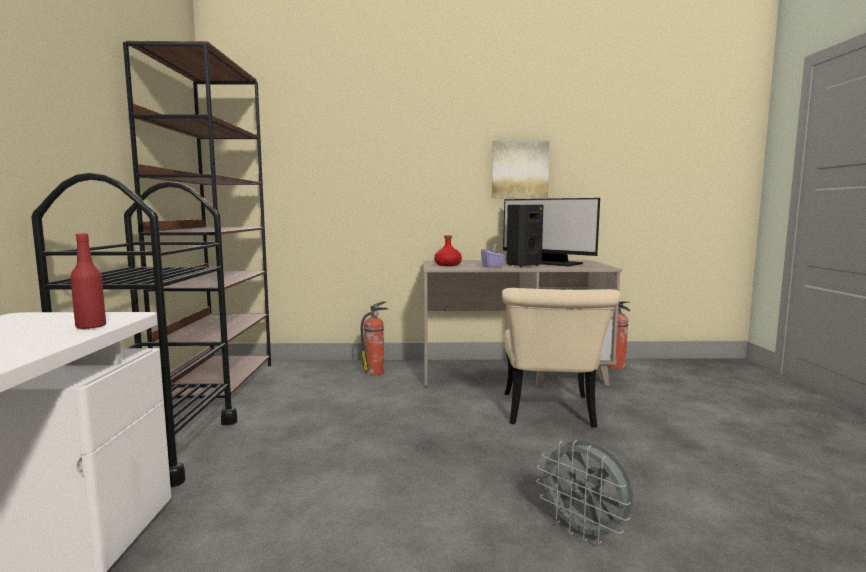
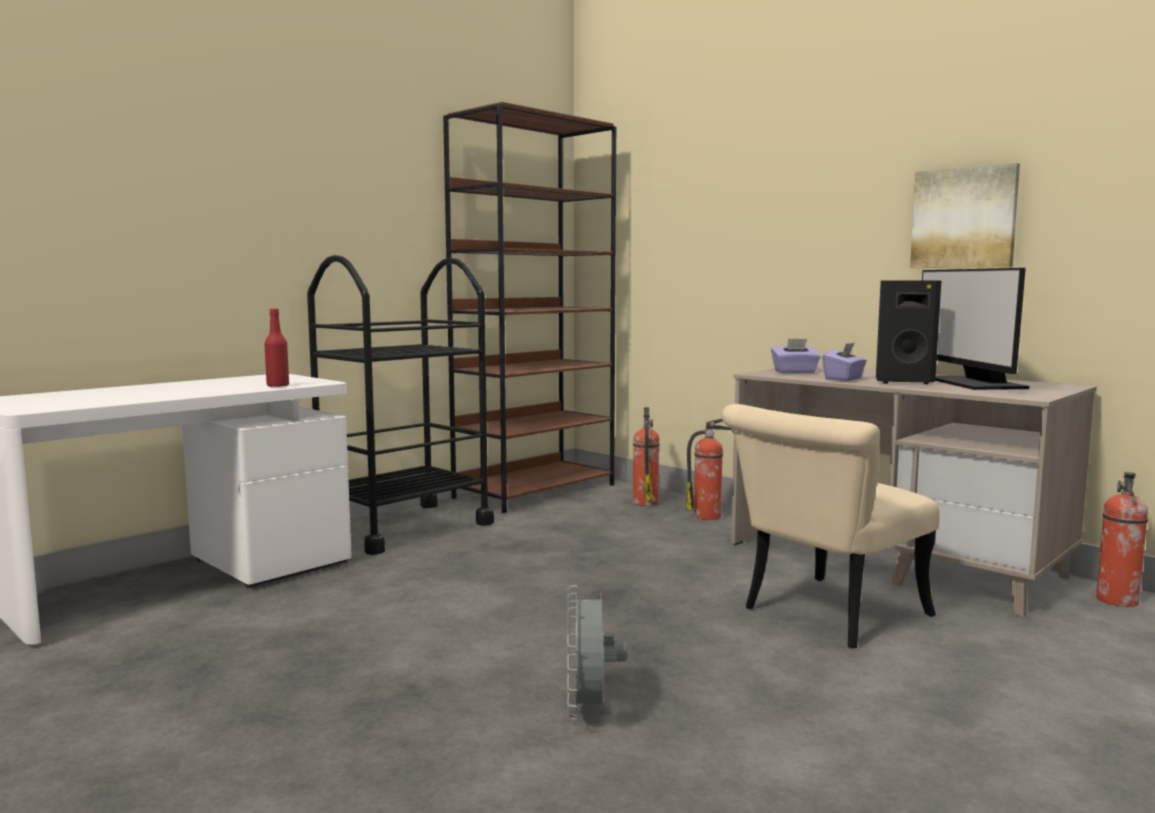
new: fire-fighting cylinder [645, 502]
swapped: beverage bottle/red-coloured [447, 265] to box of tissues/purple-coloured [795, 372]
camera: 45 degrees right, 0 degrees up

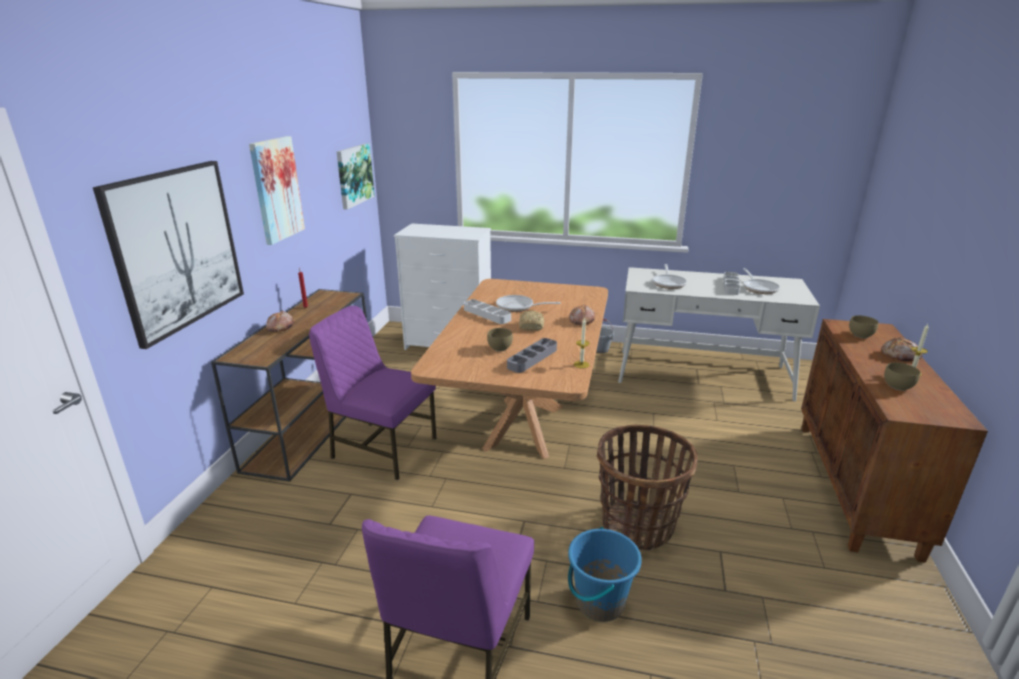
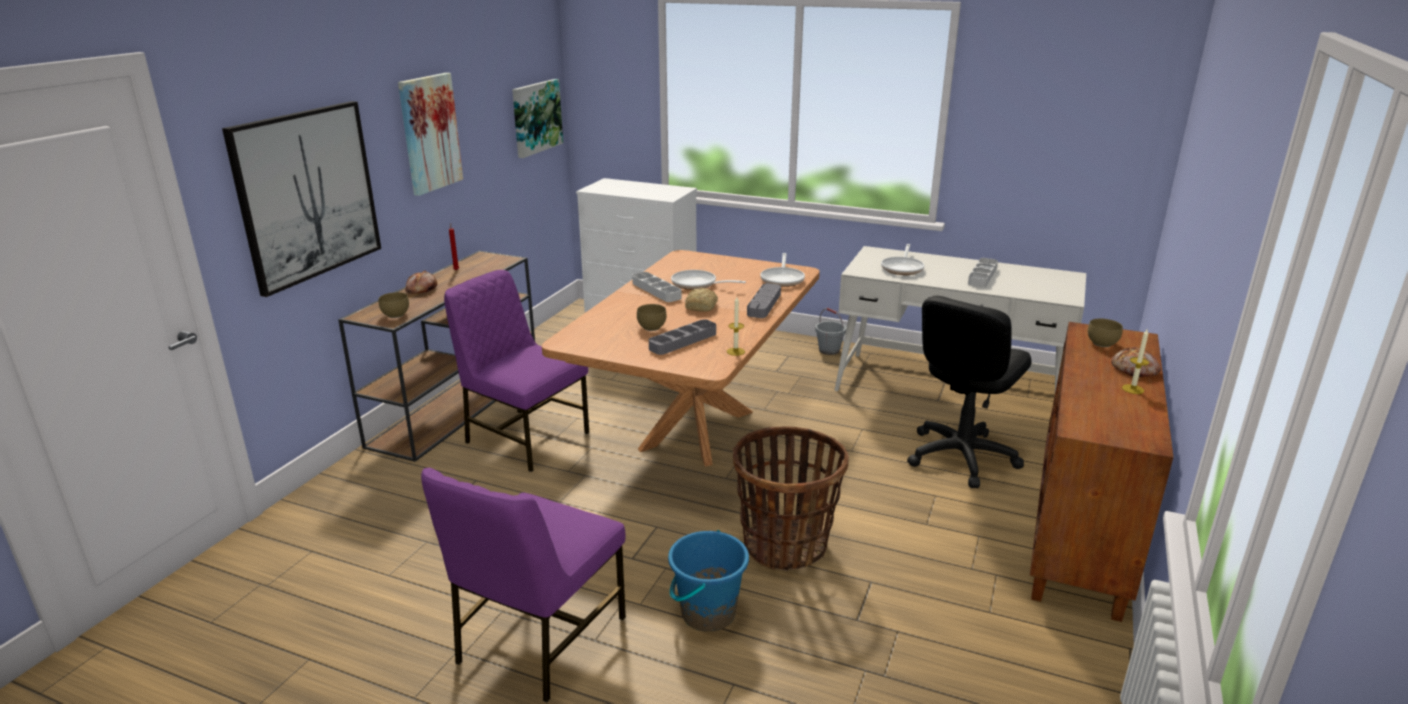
new: desk chair/blackish [960, 457]
shifted: skillet [759, 288] to [782, 279]; bowl/brown-coloured [896, 386] to [394, 315]
swapped: bakery bread [581, 320] to carrying tray/grey [764, 304]
camera: 10 degrees right, 0 degrees up

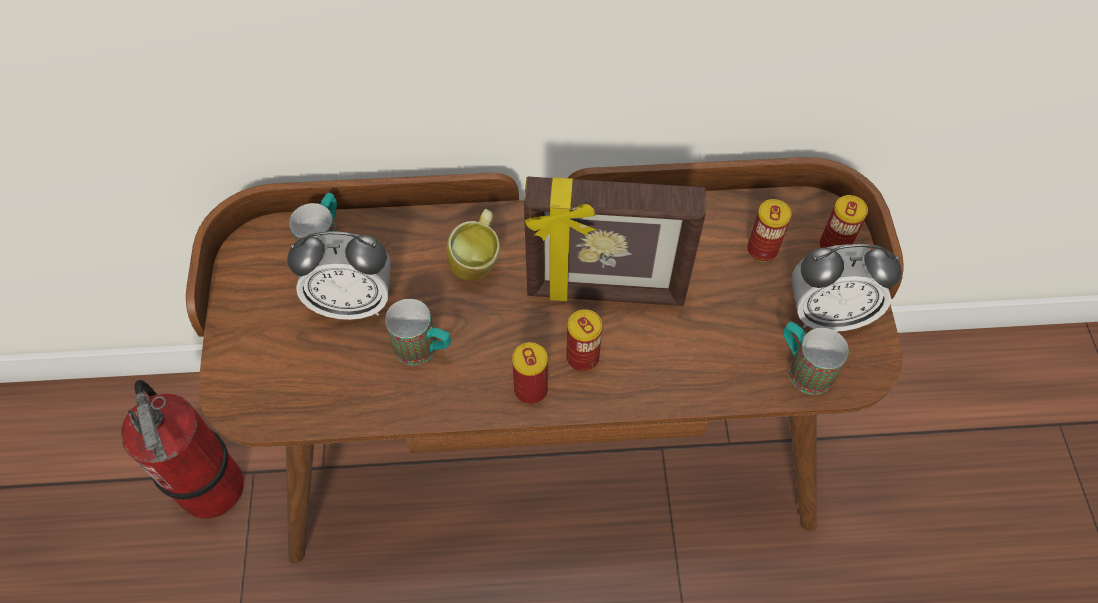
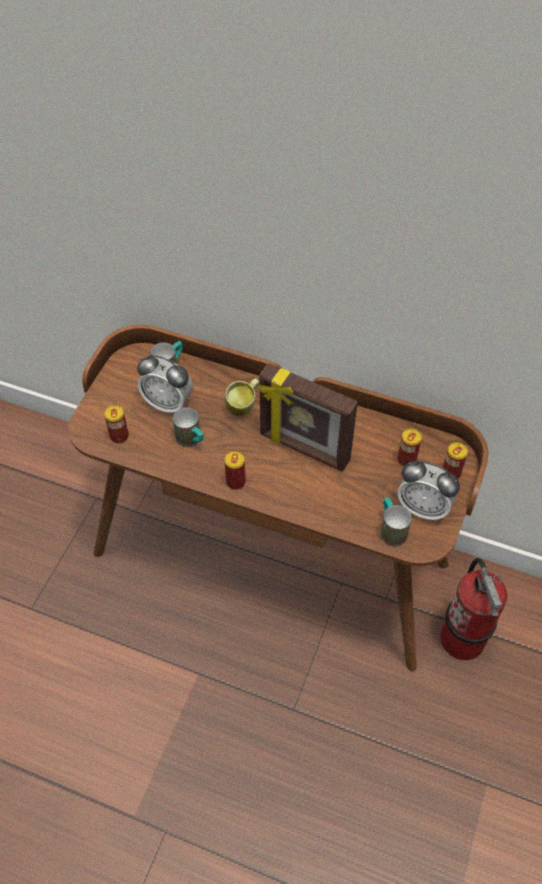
shifted: fire-fighting cylinder [212, 486] to [463, 638]; metal can [582, 357] to [119, 436]
camera: 25 degrees right, 5 degrees down

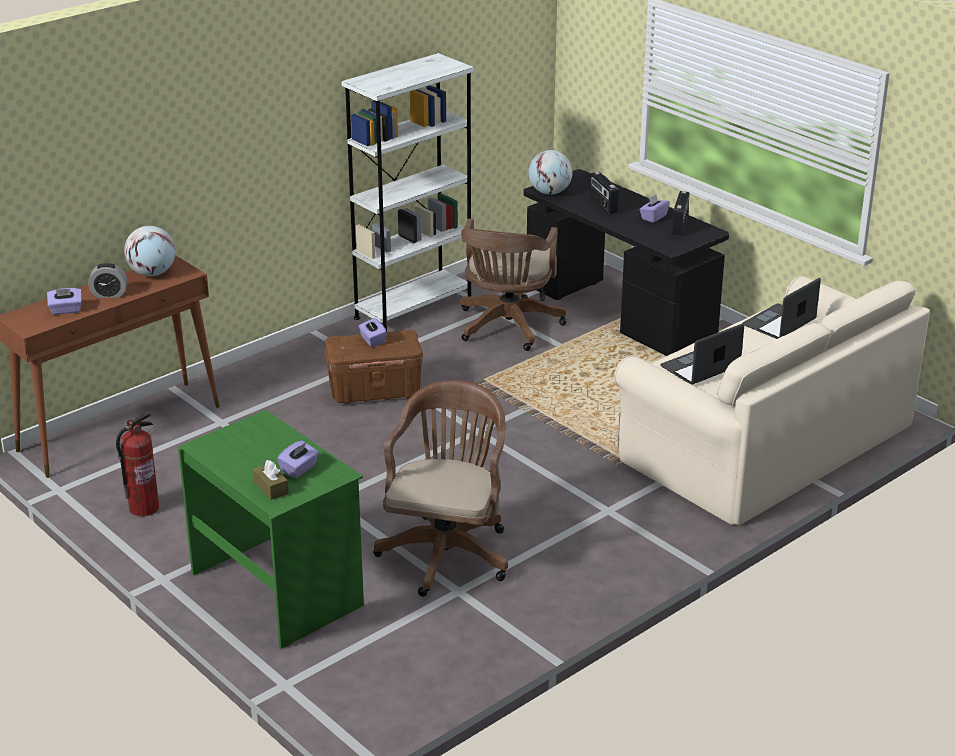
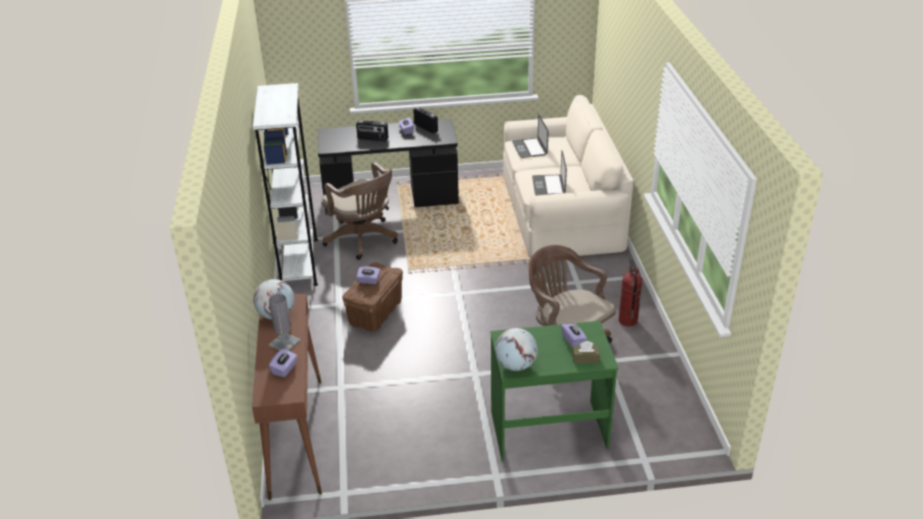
shifted: fire-fighting cylinder [144, 508] to [628, 320]; world globe [550, 192] to [516, 365]
swapped: alarm clock [109, 294] to tabletop lamp/grey [284, 343]
camera: 55 degrees left, 5 degrees up

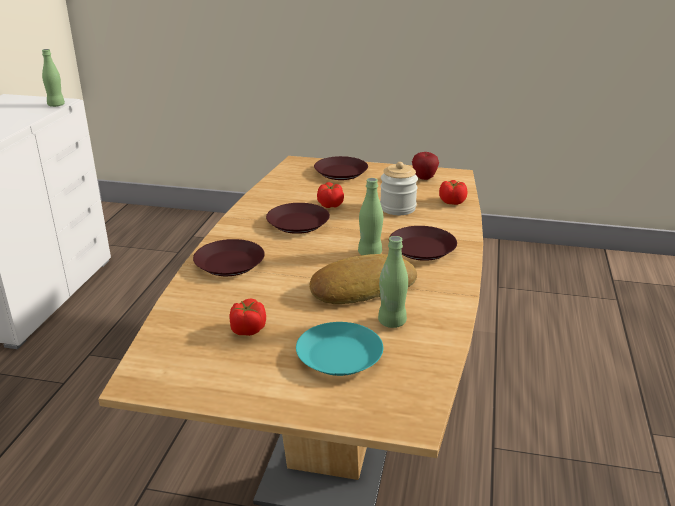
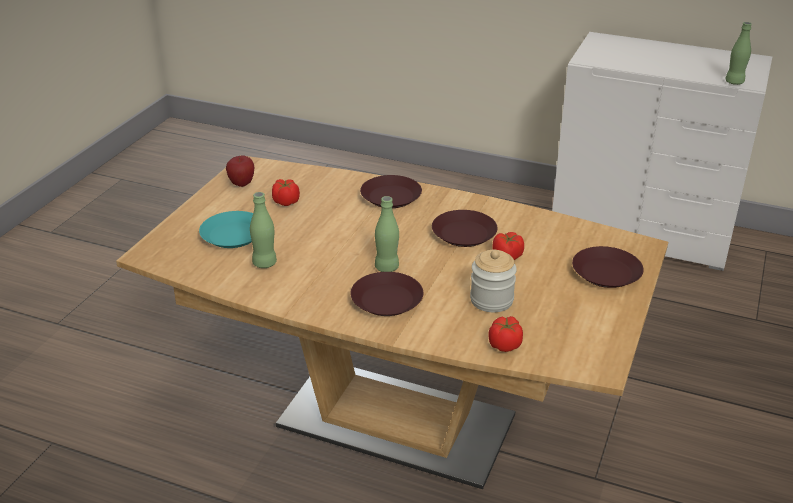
gone: bakery bread [361, 287]
shifted: apple [424, 178] to [242, 184]
camera: 100 degrees right, 5 degrees up

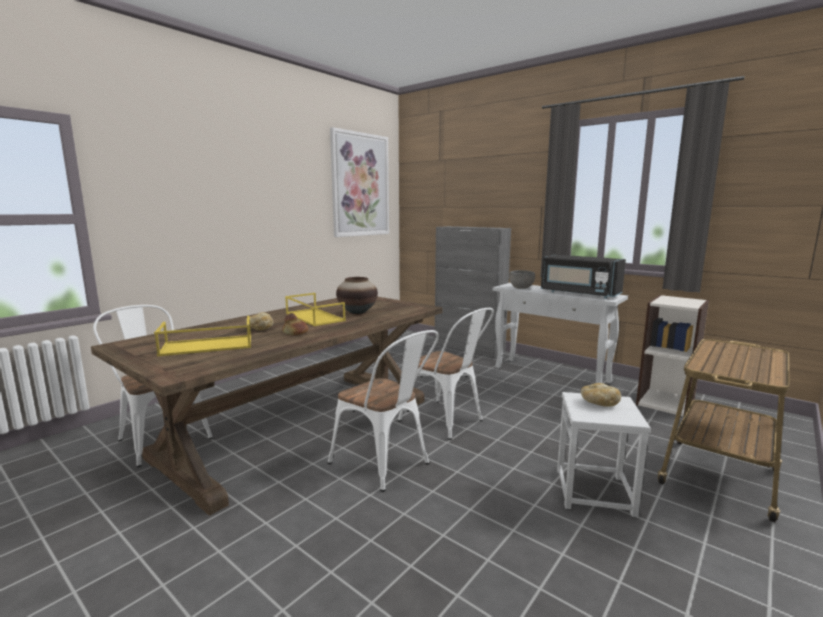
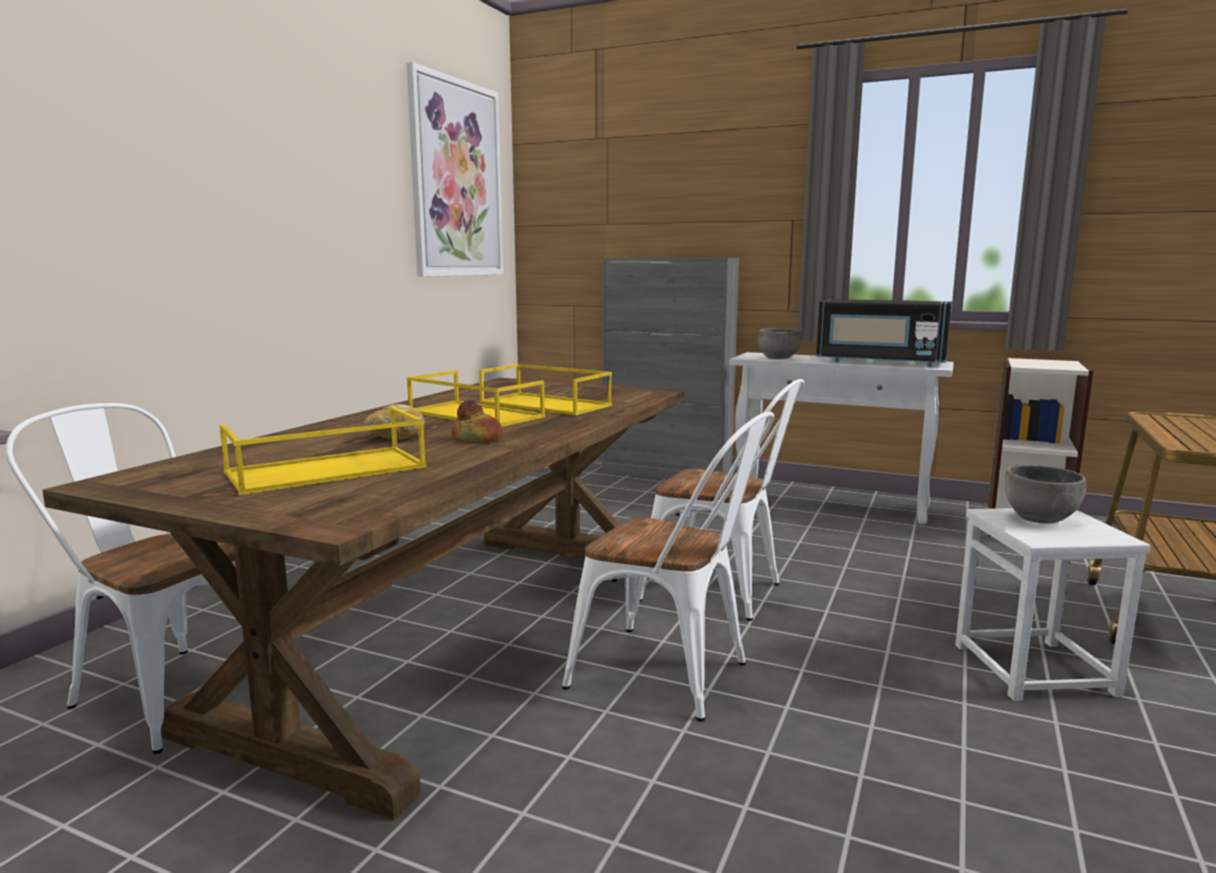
swapped: vase [357, 312] to carrying tray/yellow-coloured [547, 404]; bakery bread [598, 403] to bowl/grey [1039, 519]
camera: 15 degrees left, 0 degrees up

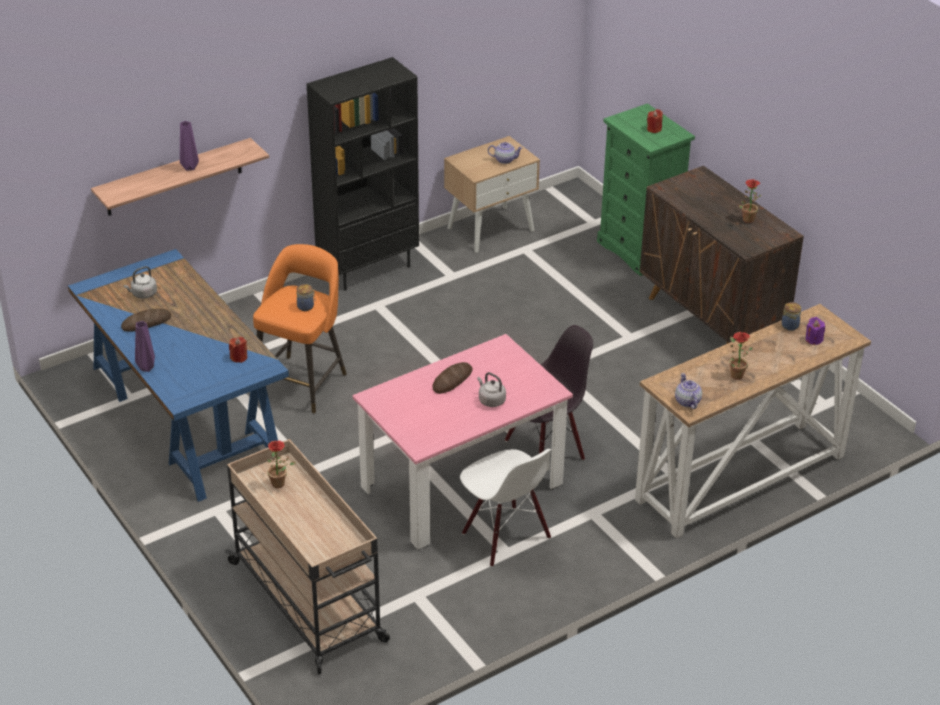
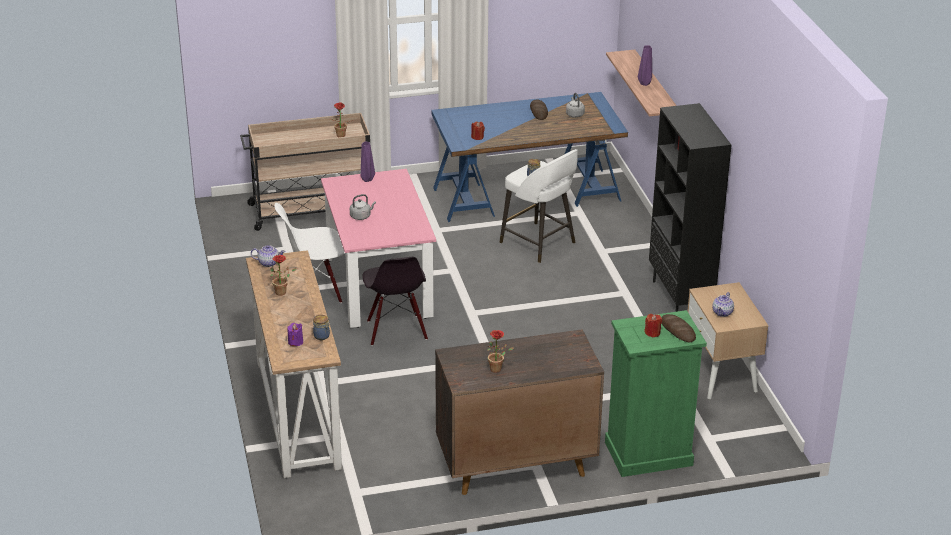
shifted: vase/purple-coloured [147, 367] to [367, 180]; bakery bread [452, 380] to [677, 331]
repainted: stool/orange [302, 382] to stool/whitish [539, 243]
camera: 110 degrees right, 5 degrees down

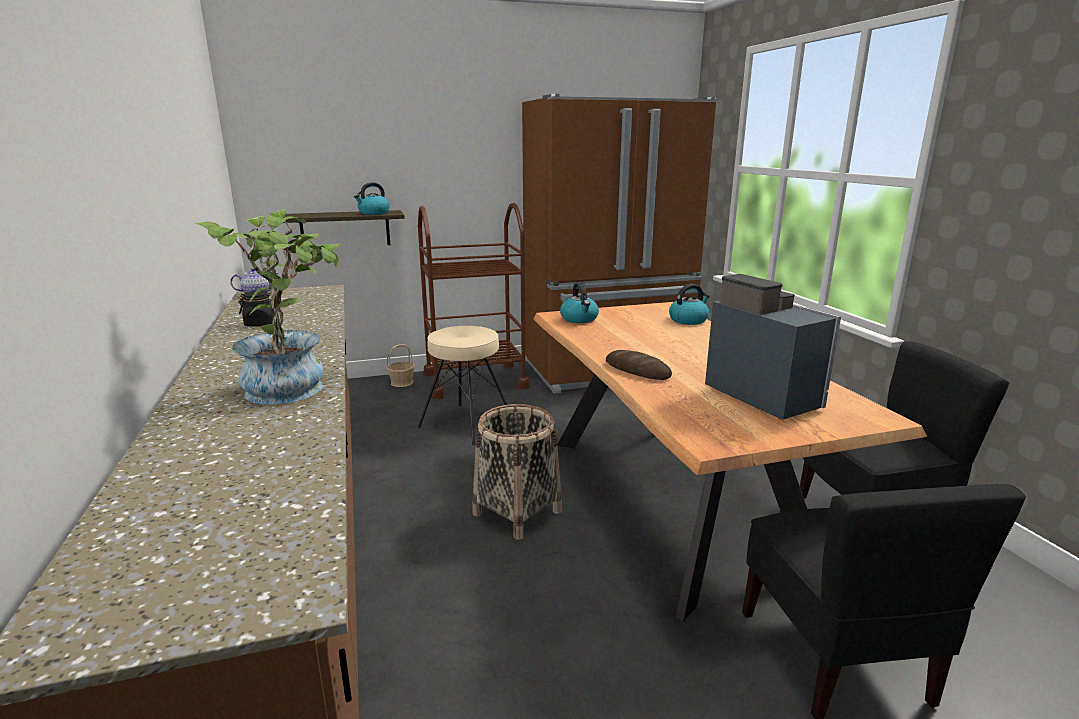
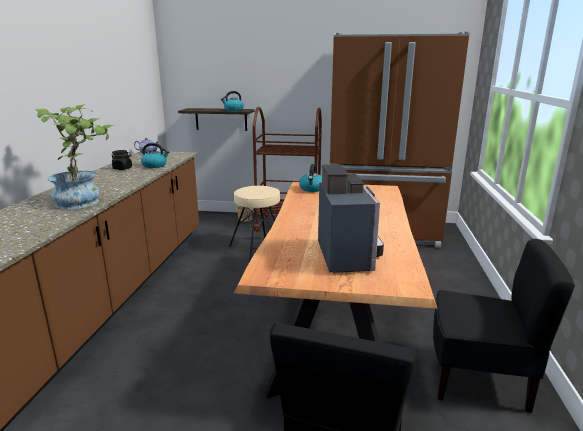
gone: storage basket [517, 512]; bakery bread [637, 370]
shifted: water kettle [688, 320] to [155, 165]
camera: 25 degrees right, 0 degrees up

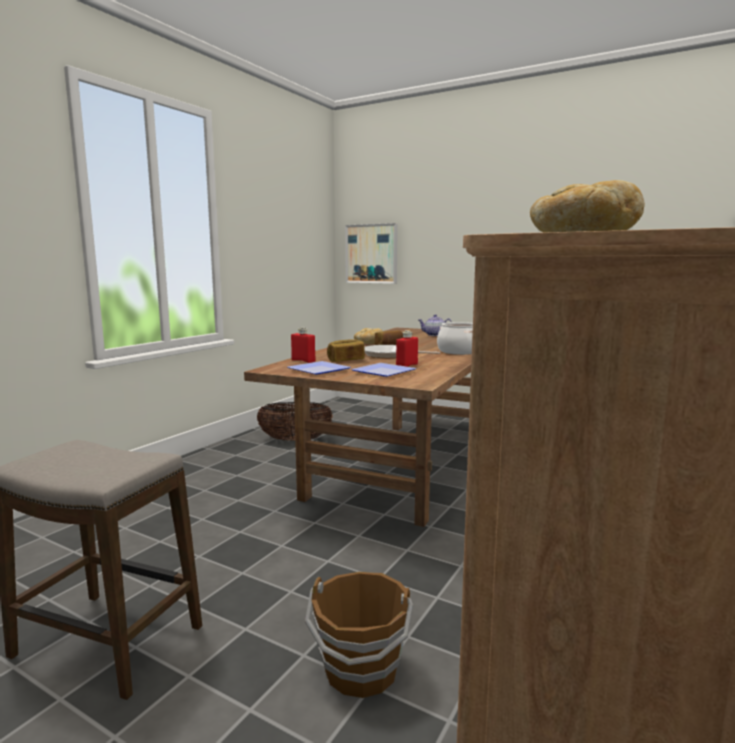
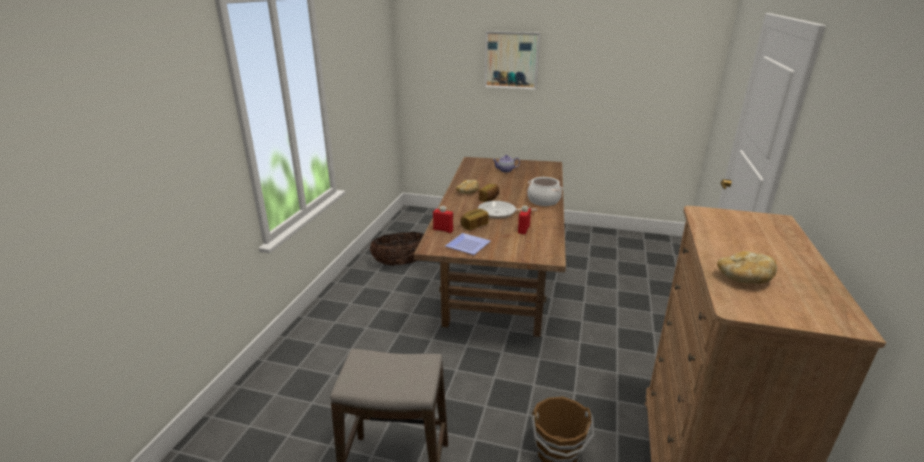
gone: plate [384, 373]
shifted: wall art [371, 254] to [511, 60]
camera: 15 degrees left, 15 degrees up

